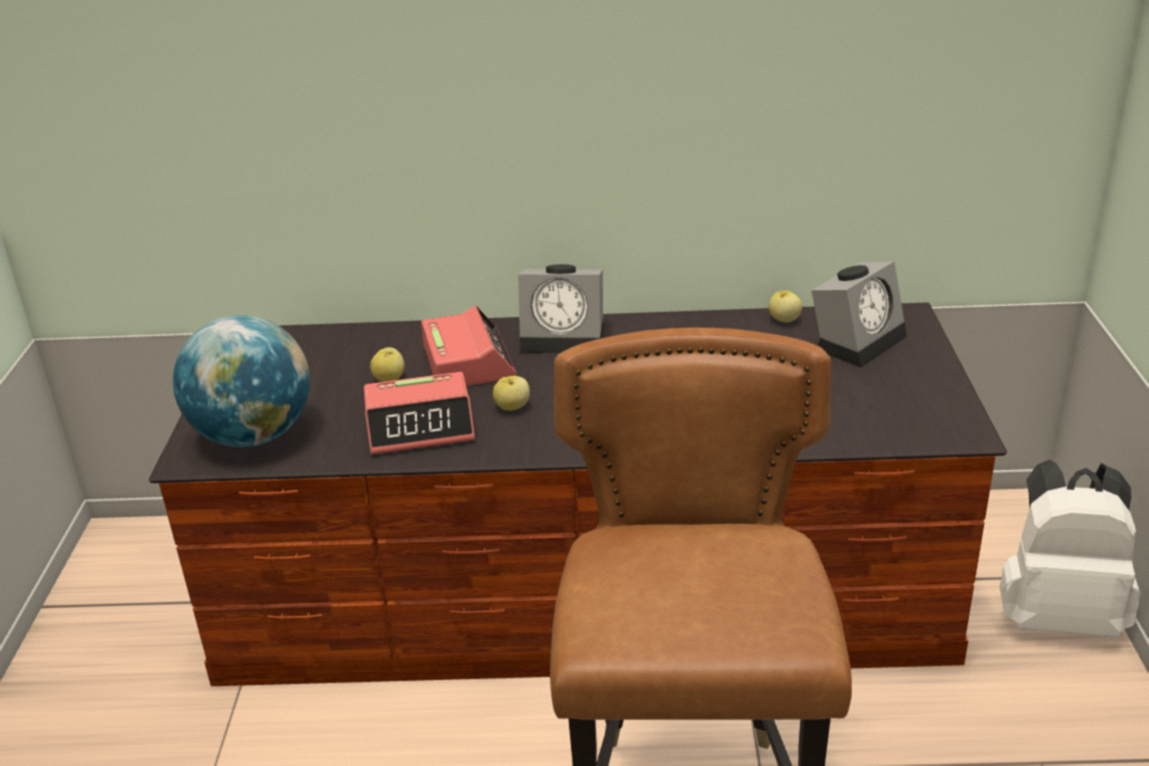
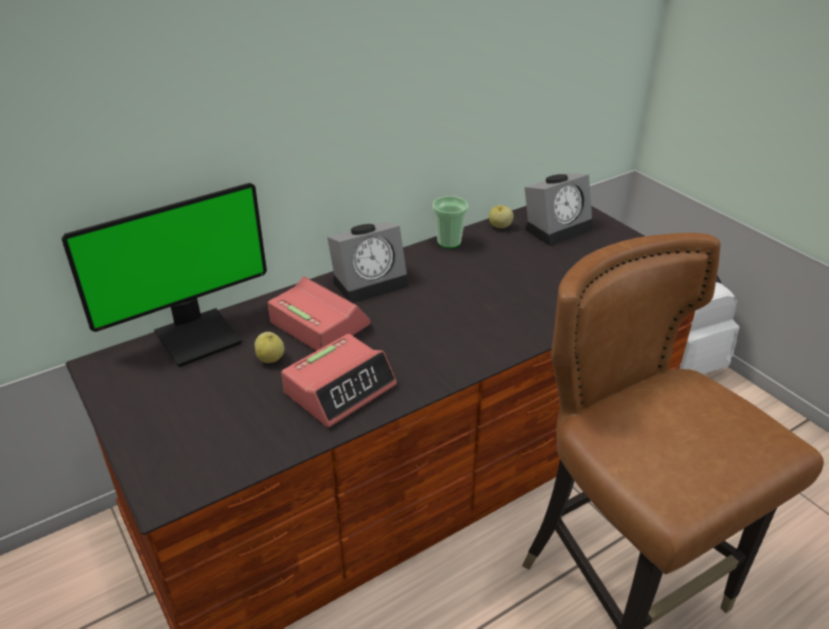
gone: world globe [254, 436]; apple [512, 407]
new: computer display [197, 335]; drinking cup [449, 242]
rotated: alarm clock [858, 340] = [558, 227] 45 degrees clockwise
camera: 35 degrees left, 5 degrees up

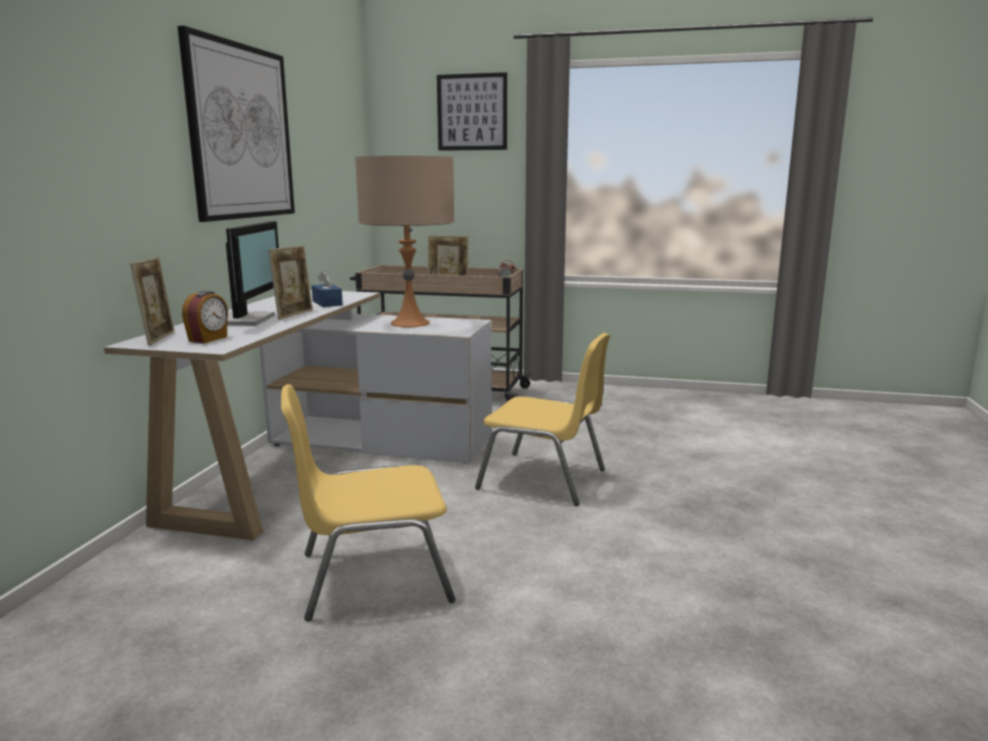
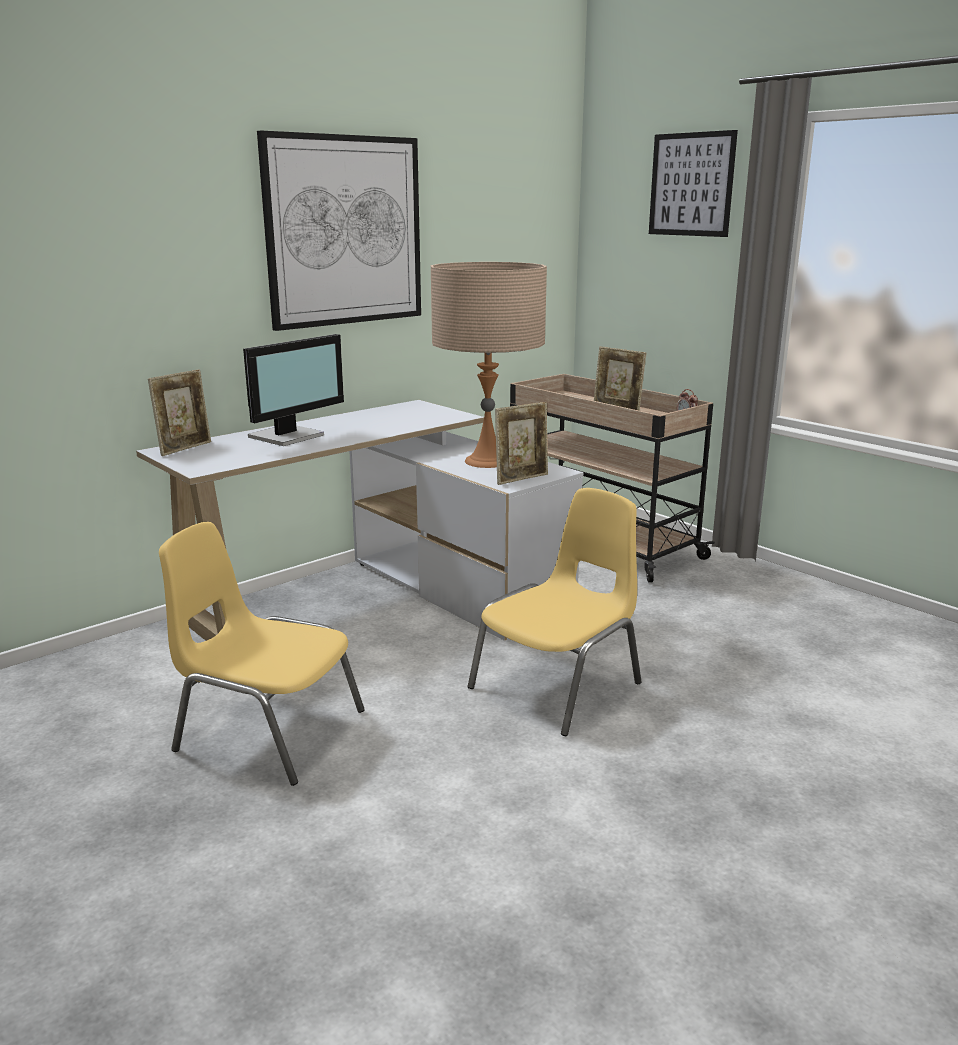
gone: alarm clock [208, 339]; box of tissues/bluish [327, 303]
shifted: photo frame [294, 315] to [521, 479]
rotated: chair/yellow-coloured [544, 479] = [559, 686] 105 degrees counterclockwise
camera: 35 degrees right, 5 degrees up

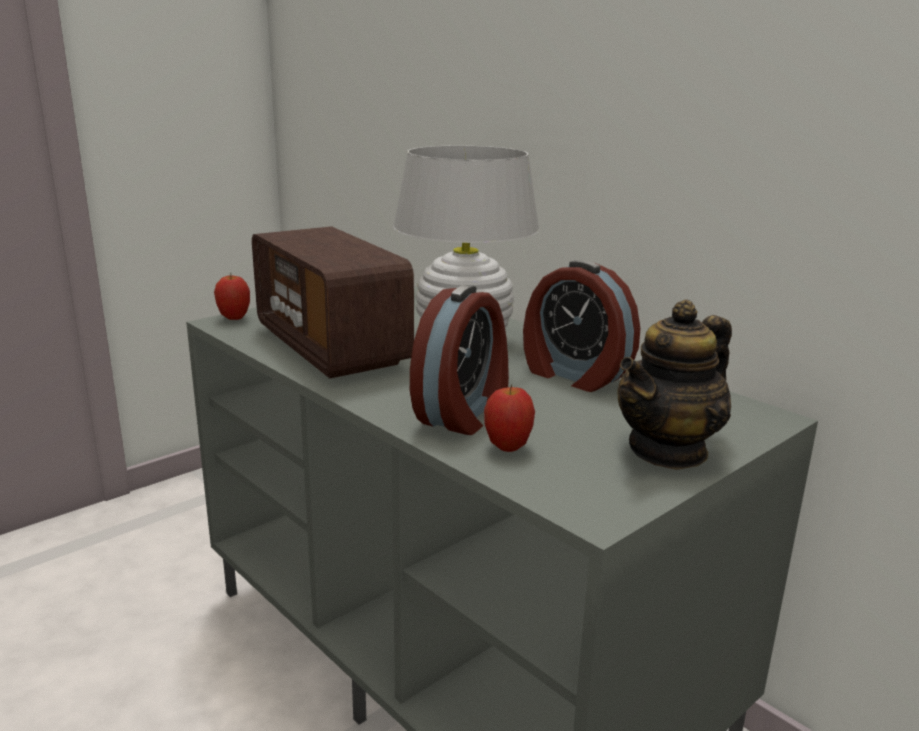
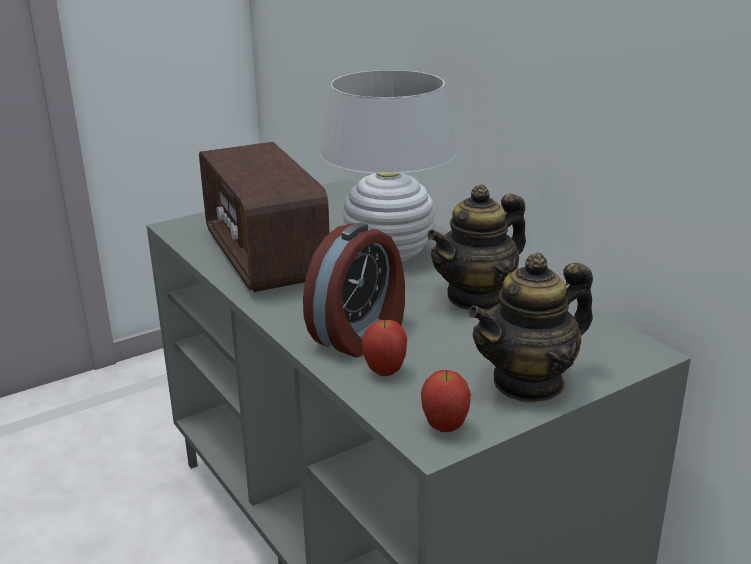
shifted: apple [234, 318] to [445, 427]
swapped: alarm clock [574, 375] to pot for tea [477, 297]
camera: 10 degrees right, 5 degrees up

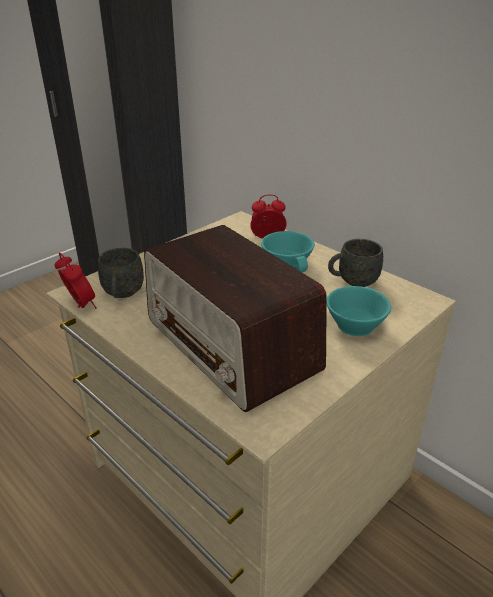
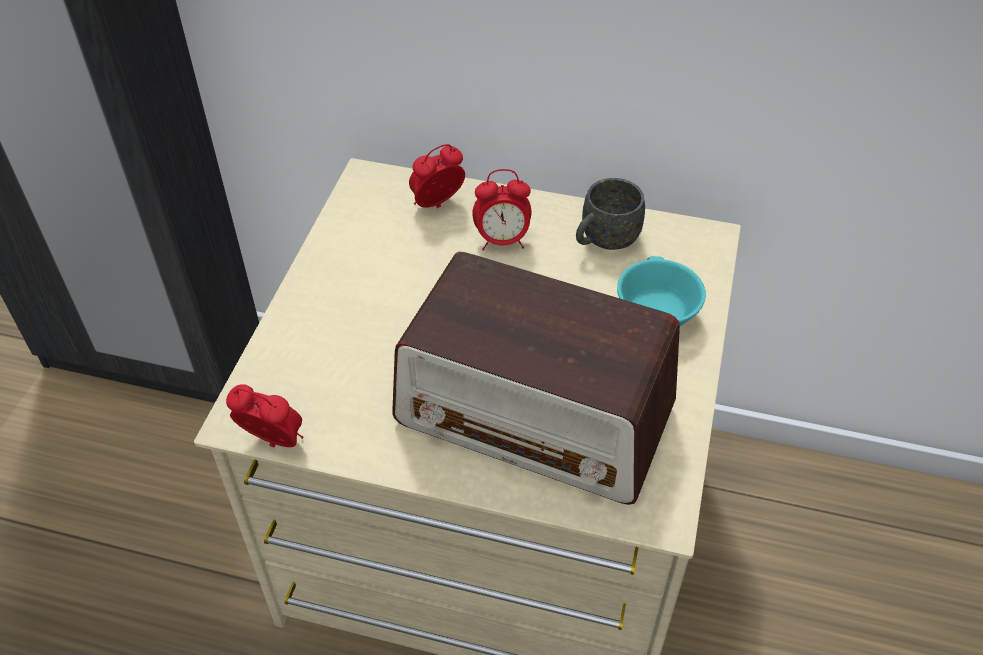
gone: coffee mug/grey [122, 294]
swapped: drinking cup/turquoise [289, 263] to alarm clock [502, 241]
camera: 30 degrees left, 15 degrees up

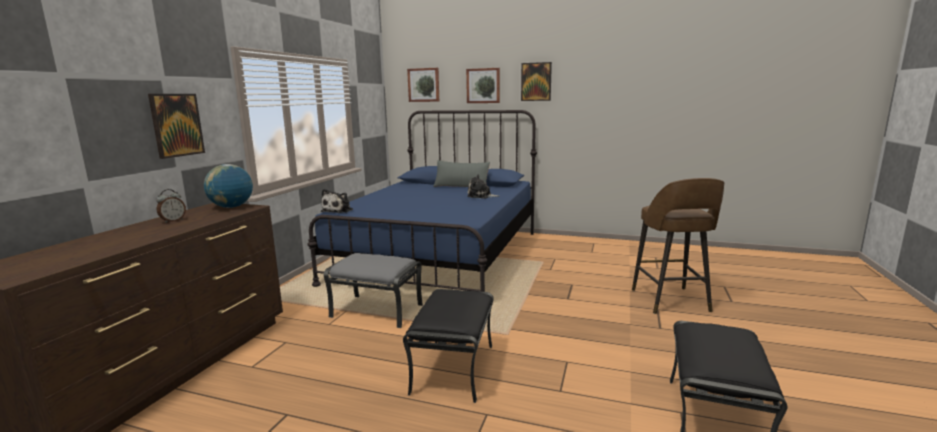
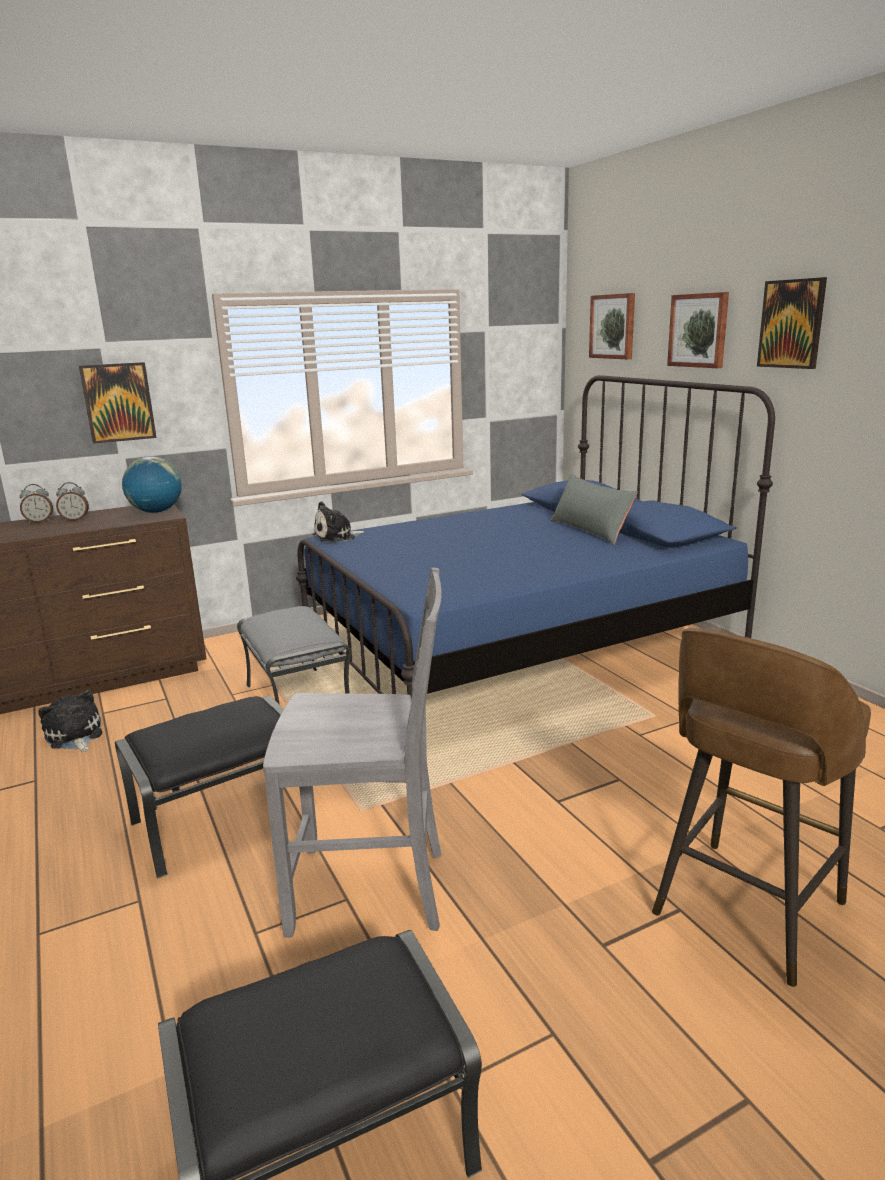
new: alarm clock [39, 521]; chair/grey [372, 891]
shifted: plush toy [481, 196] to [74, 736]
camera: 45 degrees right, 5 degrees up

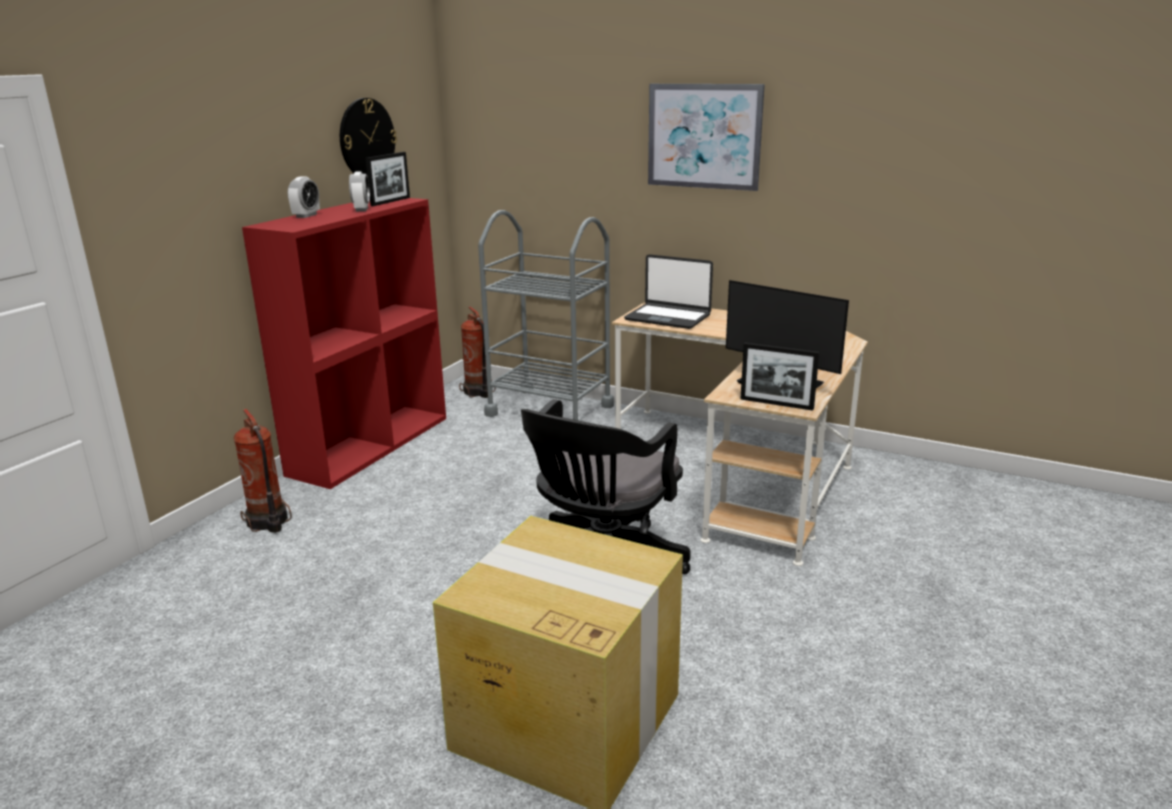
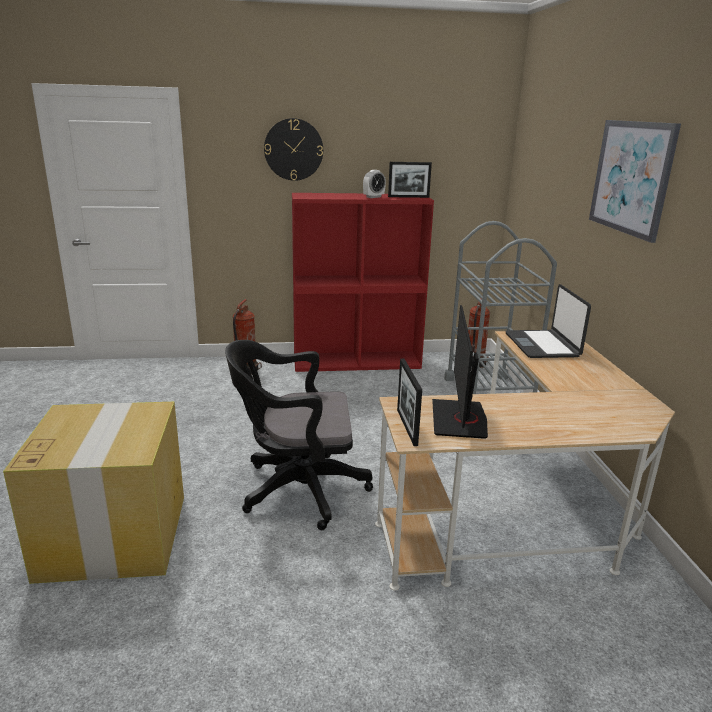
gone: alarm clock [306, 216]
shifted: wall clock [367, 139] to [293, 149]
camera: 55 degrees right, 0 degrees up

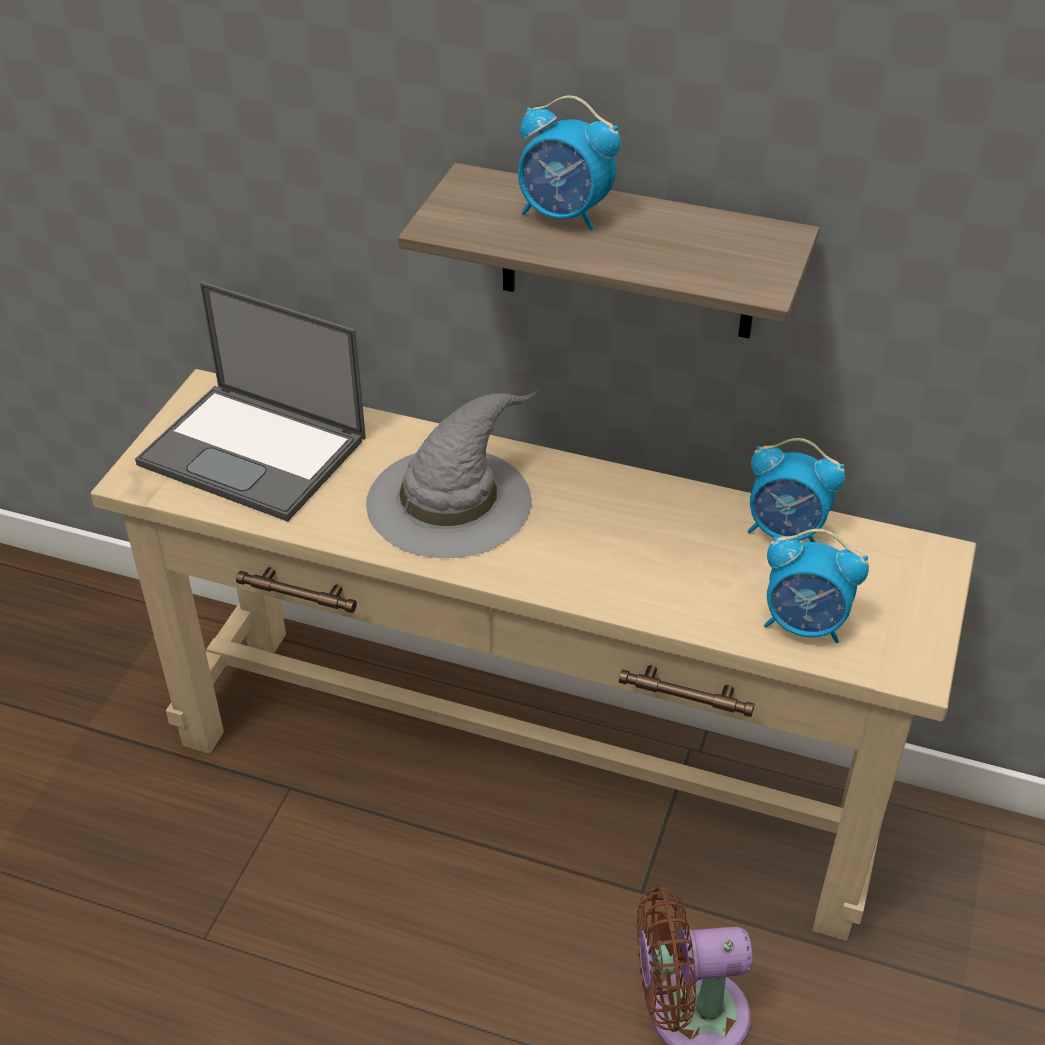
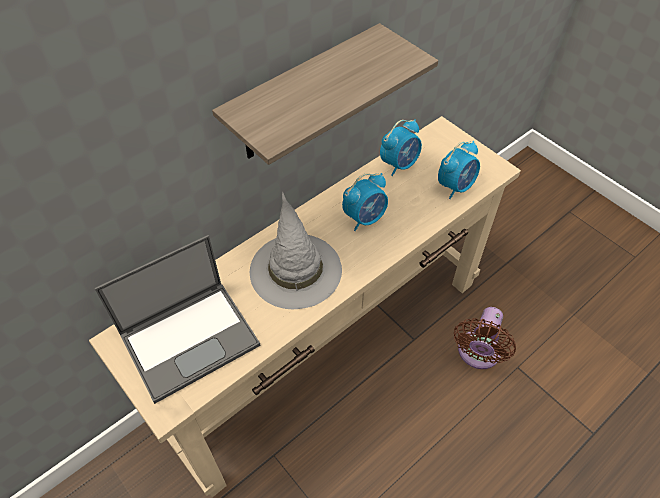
shifted: alarm clock [564, 216] to [365, 218]
camera: 60 degrees left, 10 degrees up

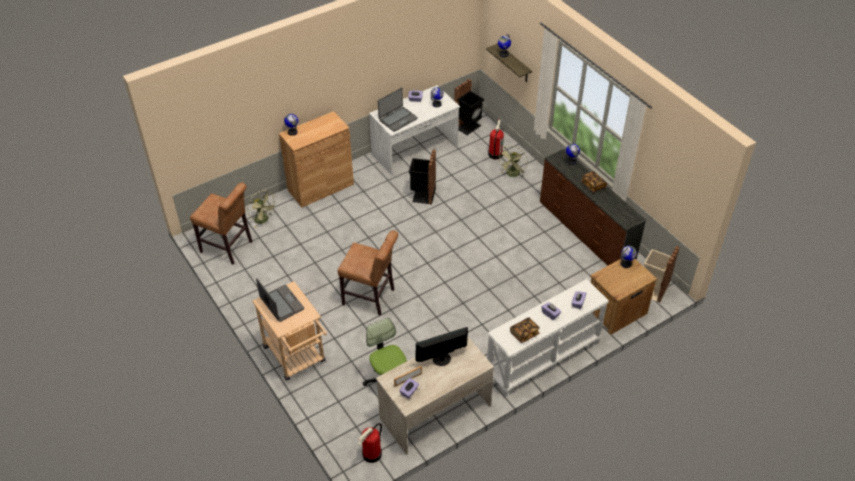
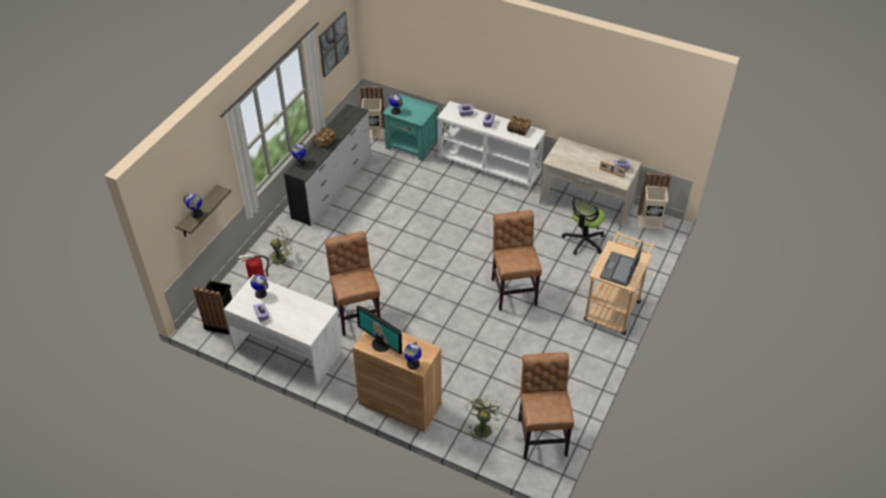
gone: notebook computer [398, 119]
new: wall art [333, 44]
shifted: computer display [441, 359] to [381, 344]
swapped: fire-fighting cylinder [372, 454] to rubbish bin/beige [650, 221]; rubbish bin/blackish [422, 195] to chair/brown-coloured [356, 313]
repainted: dresser/brown-coloured [585, 232] to dresser/whitish [333, 186]; night table/brown-coloured [615, 311] to night table/turquoise [412, 145]
camera: 120 degrees left, 0 degrees up

